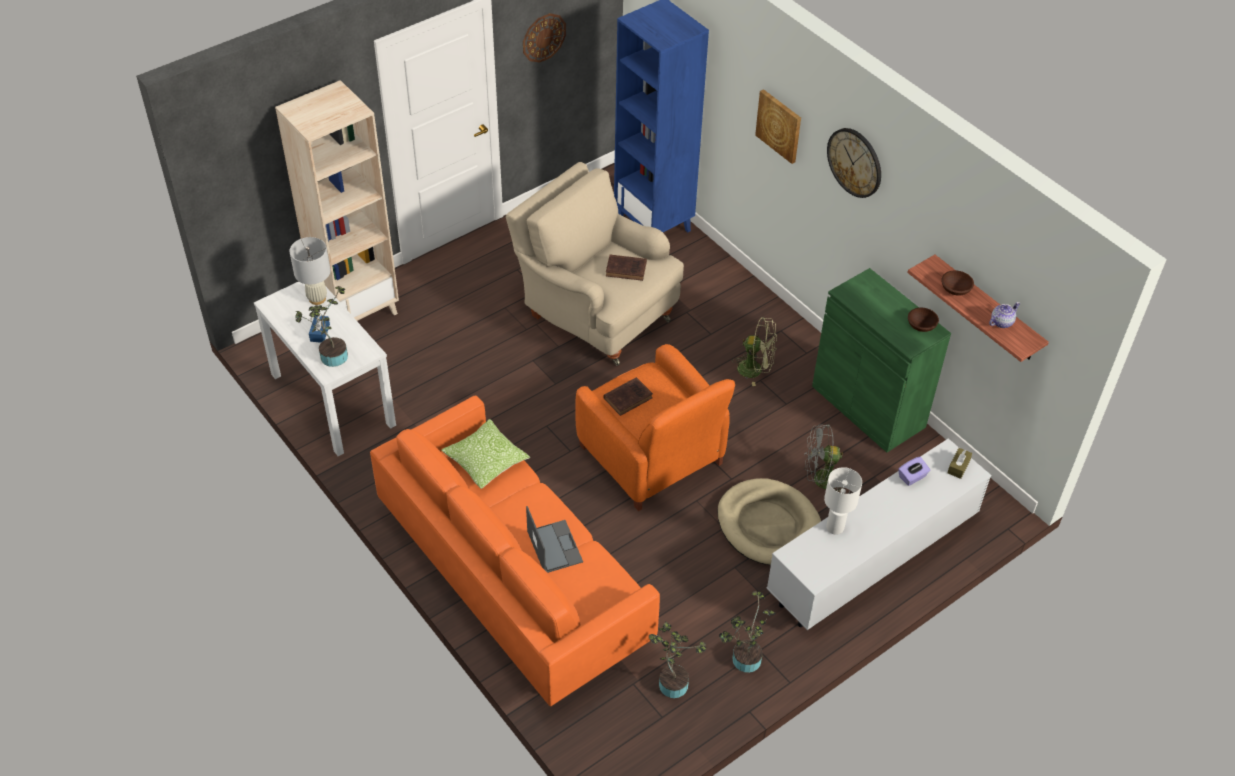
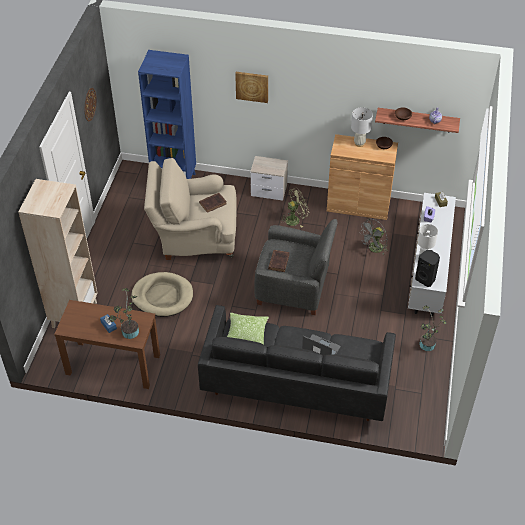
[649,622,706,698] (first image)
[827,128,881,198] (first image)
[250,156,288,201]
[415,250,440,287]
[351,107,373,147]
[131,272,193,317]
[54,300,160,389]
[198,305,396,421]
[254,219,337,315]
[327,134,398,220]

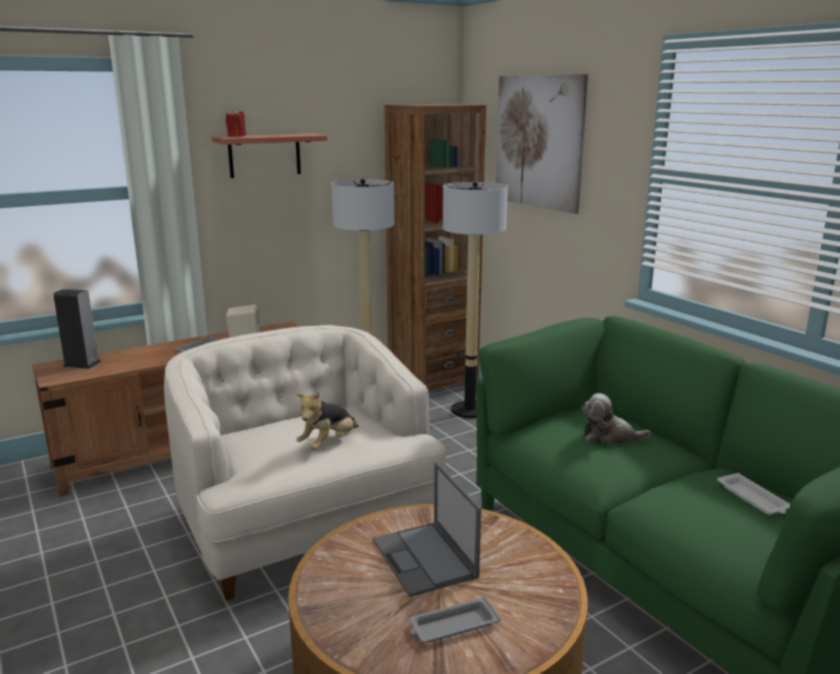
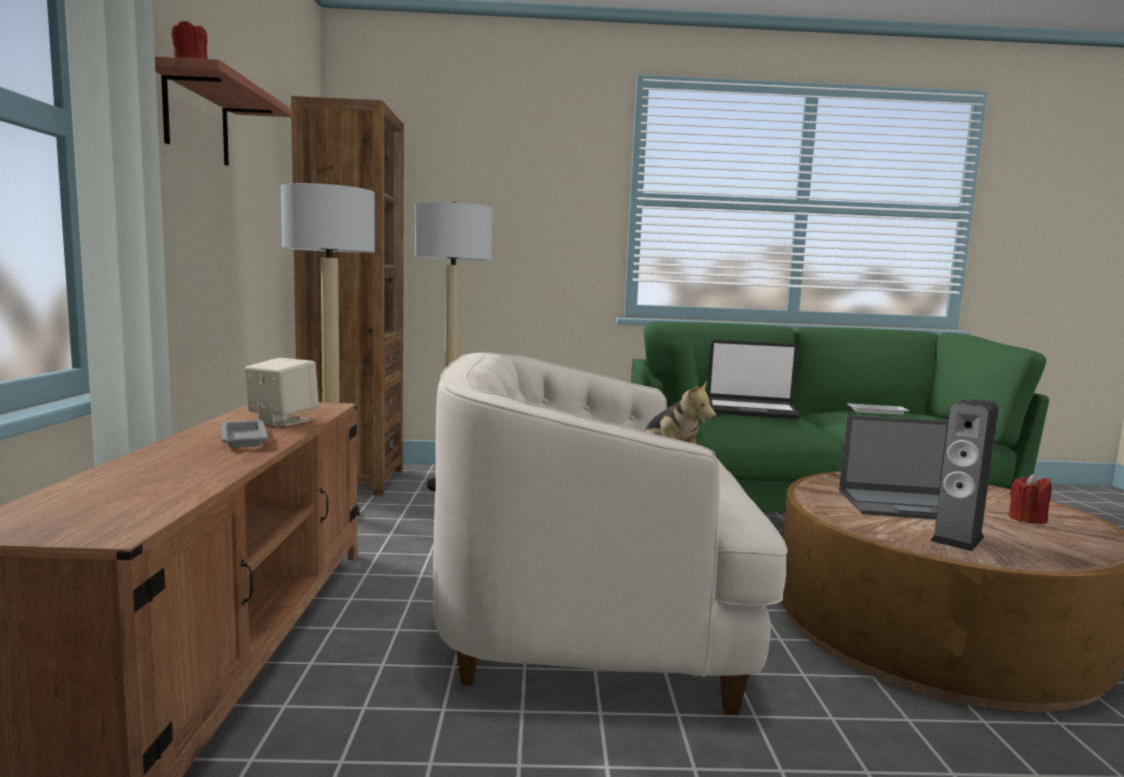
[496,74,588,214] (first image)
[930,399,999,551]
[1009,474,1051,524]
[707,340,801,419]

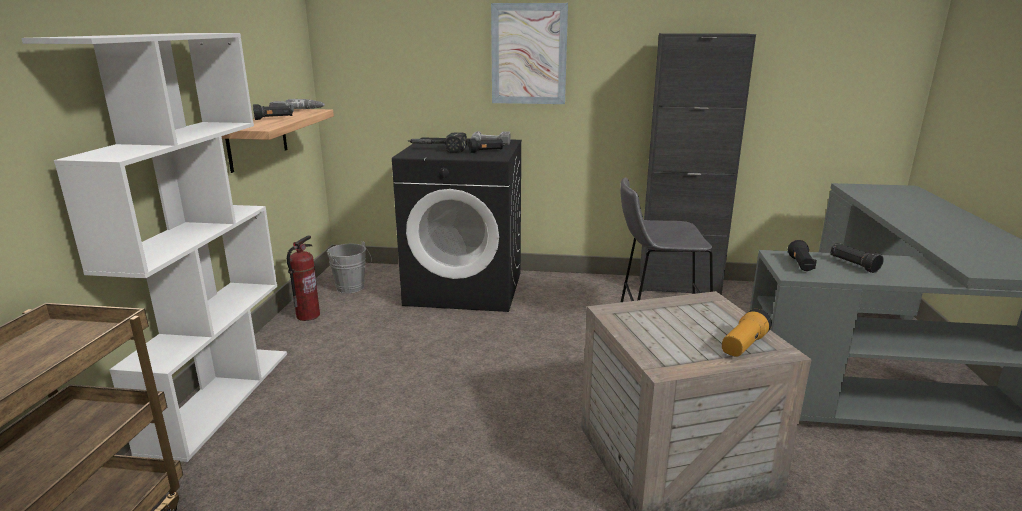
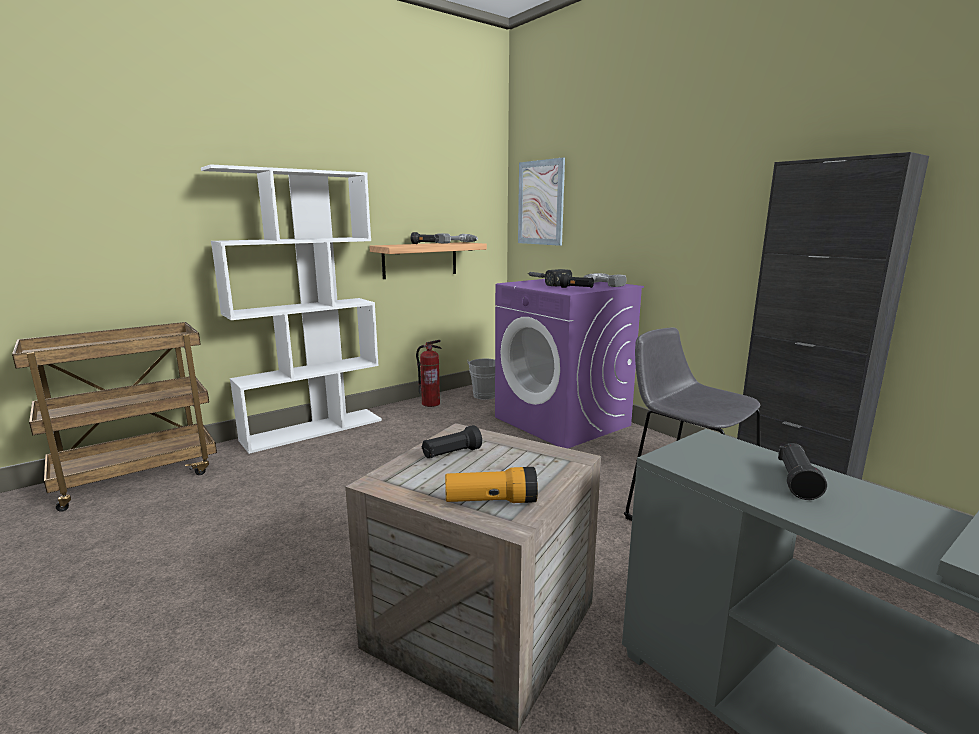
[518,157,565,246]
[422,425,482,458]
[495,279,644,448]

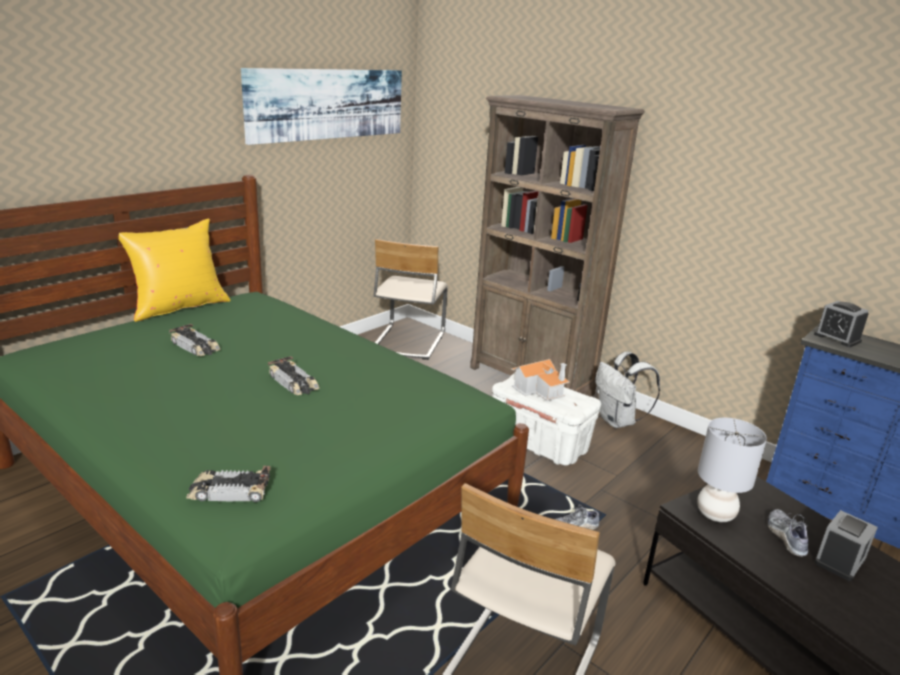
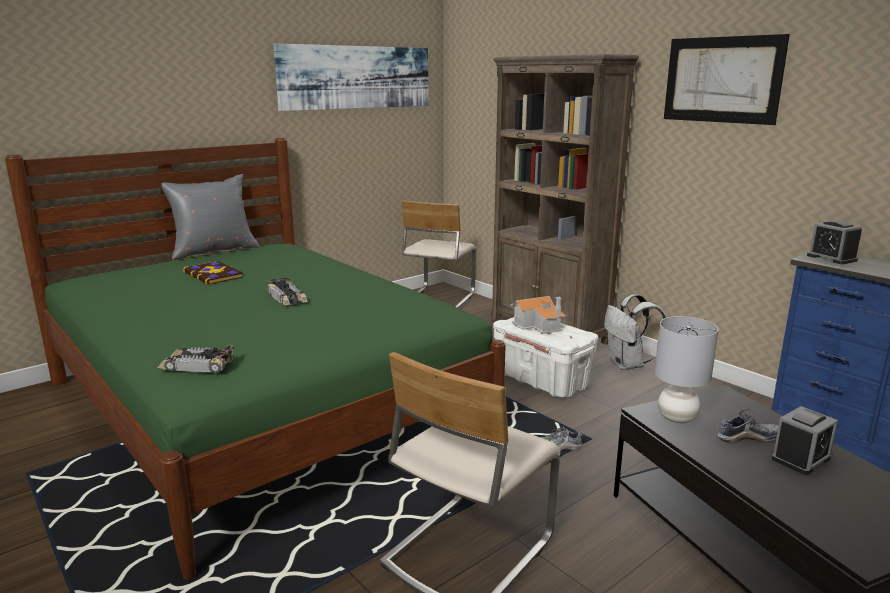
[664,34,790,125]
[183,261,244,285]
[162,174,260,260]
[717,409,778,443]

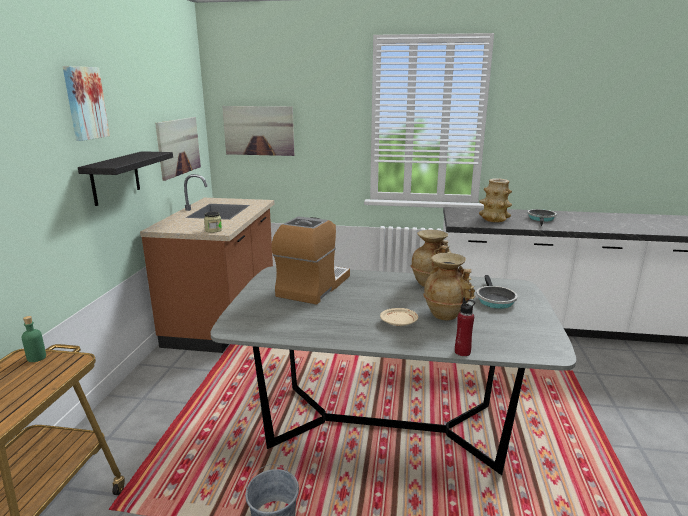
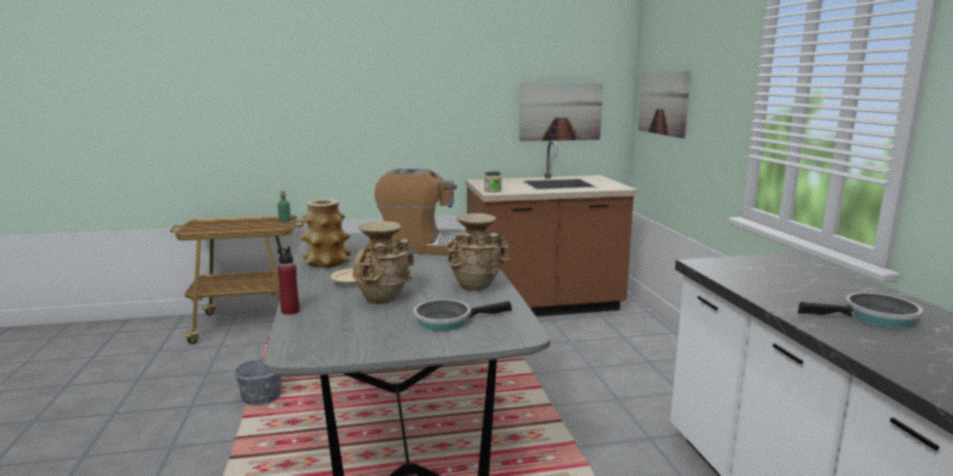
[63,66,110,141] (first image)
[78,151,173,206] (first image)
[299,199,351,268]

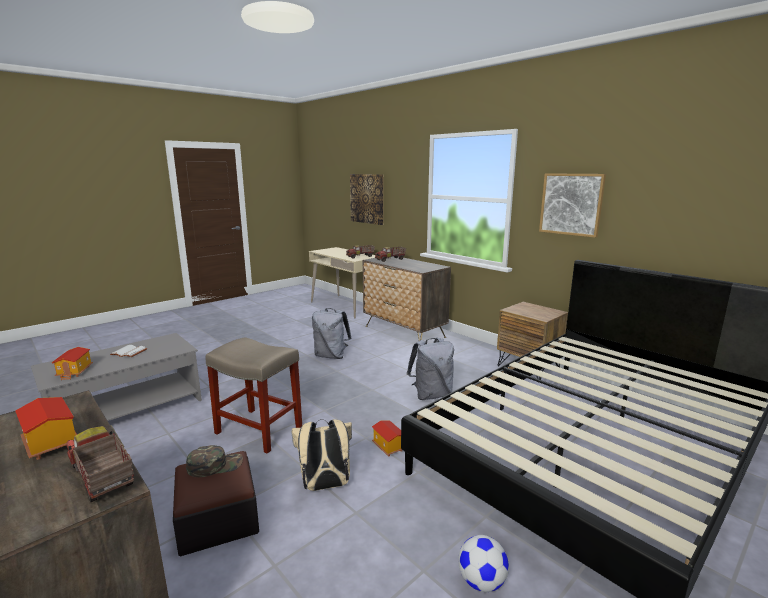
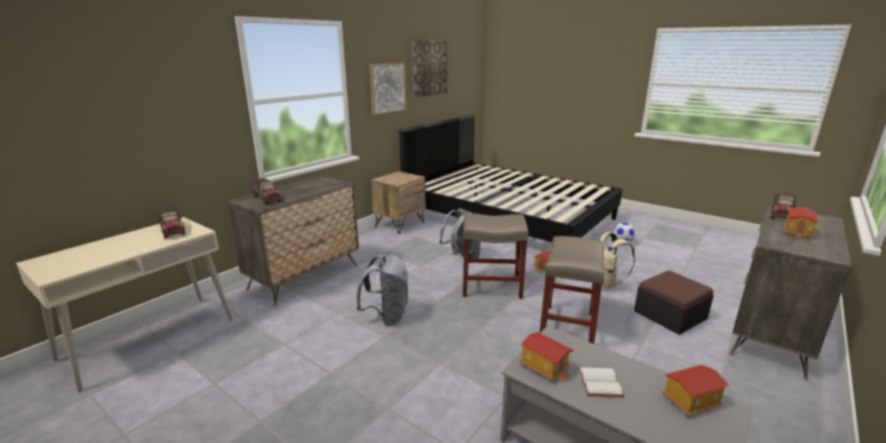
[186,445,243,477] (first image)
[463,213,529,299]
[519,332,573,382]
[412,40,447,97]

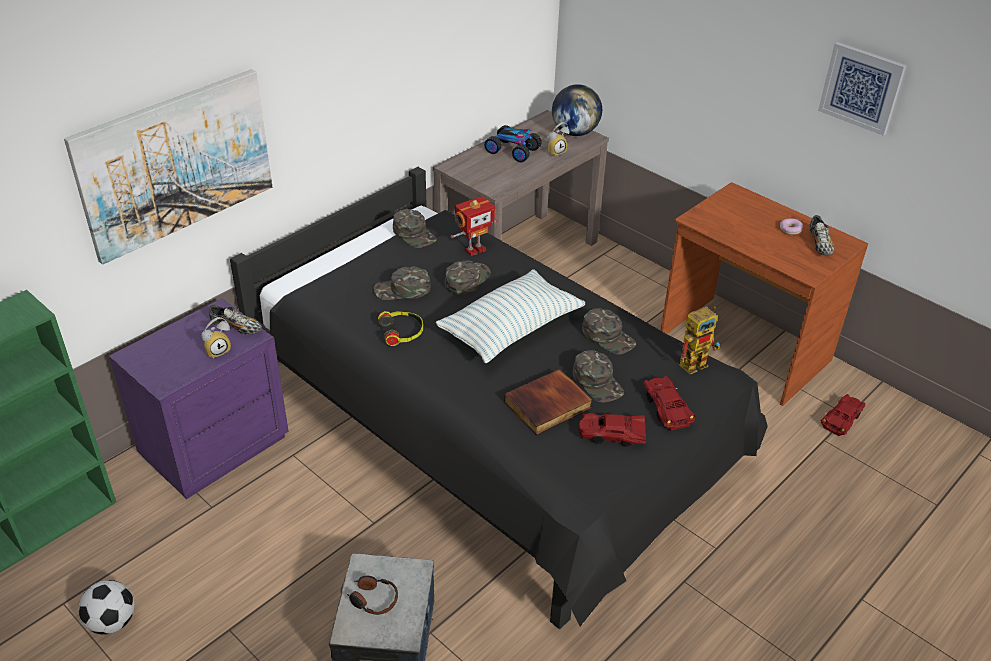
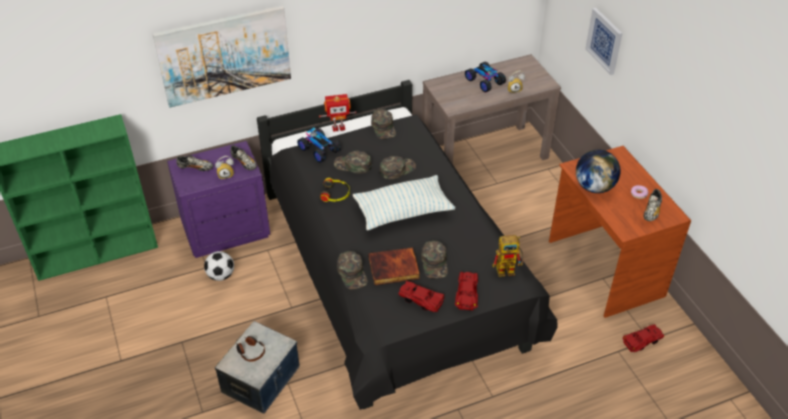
[176,155,213,171]
[297,128,341,163]
[204,251,234,281]
[319,94,357,132]
[576,150,620,193]
[337,251,368,289]
[585,8,623,75]

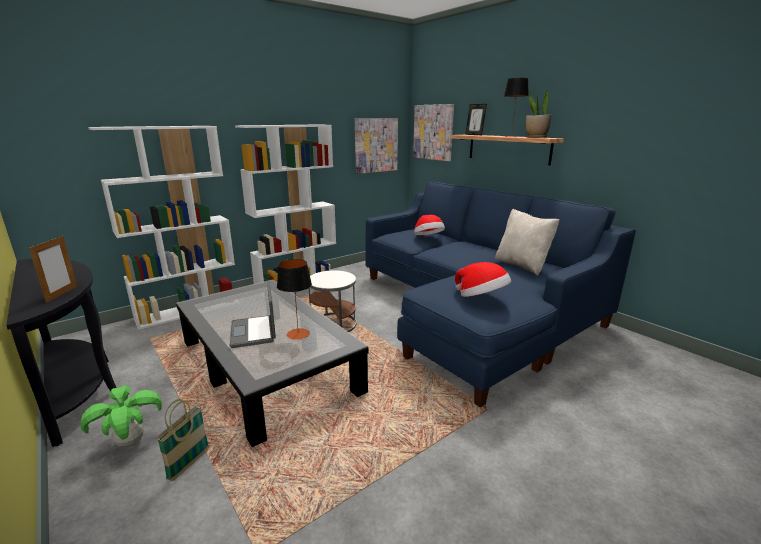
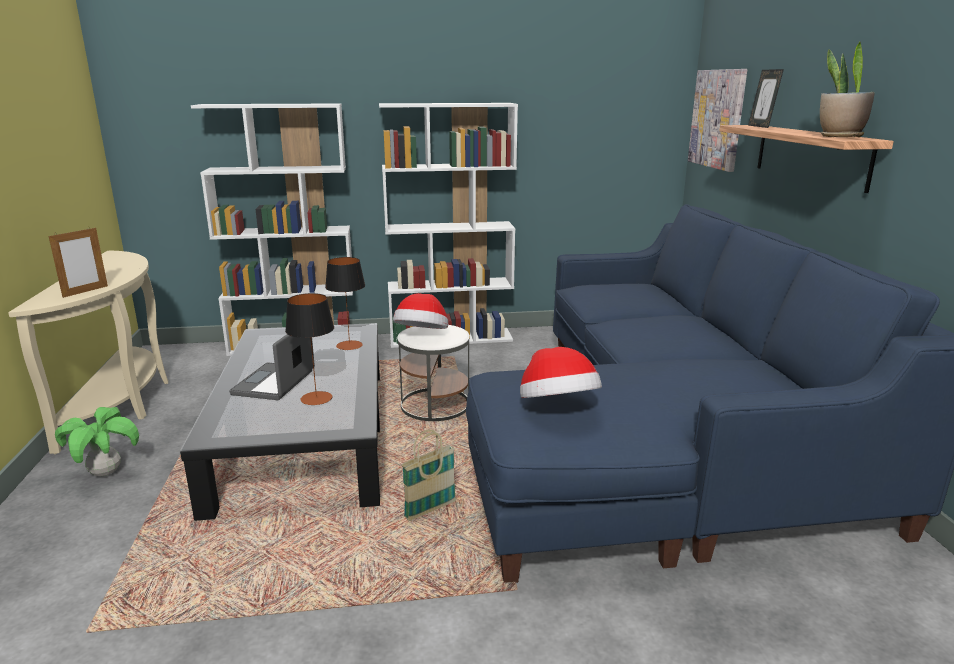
[355,118,398,174] (first image)
[495,209,559,276] (first image)
[401,429,456,521]
[393,293,448,329]
[325,257,365,350]
[8,251,168,454]

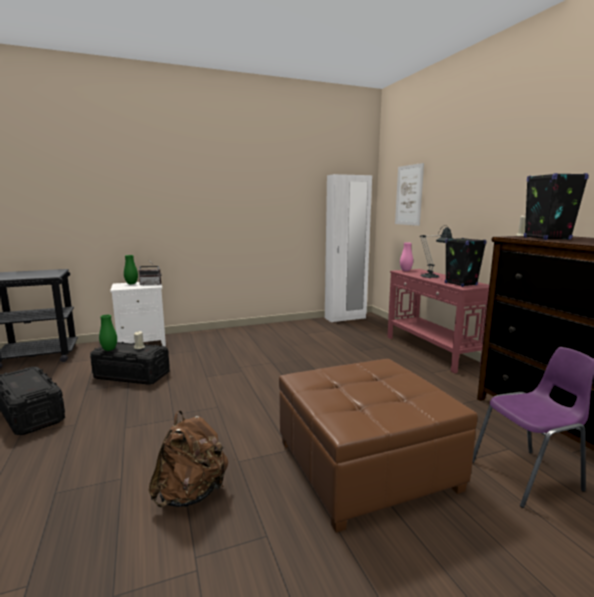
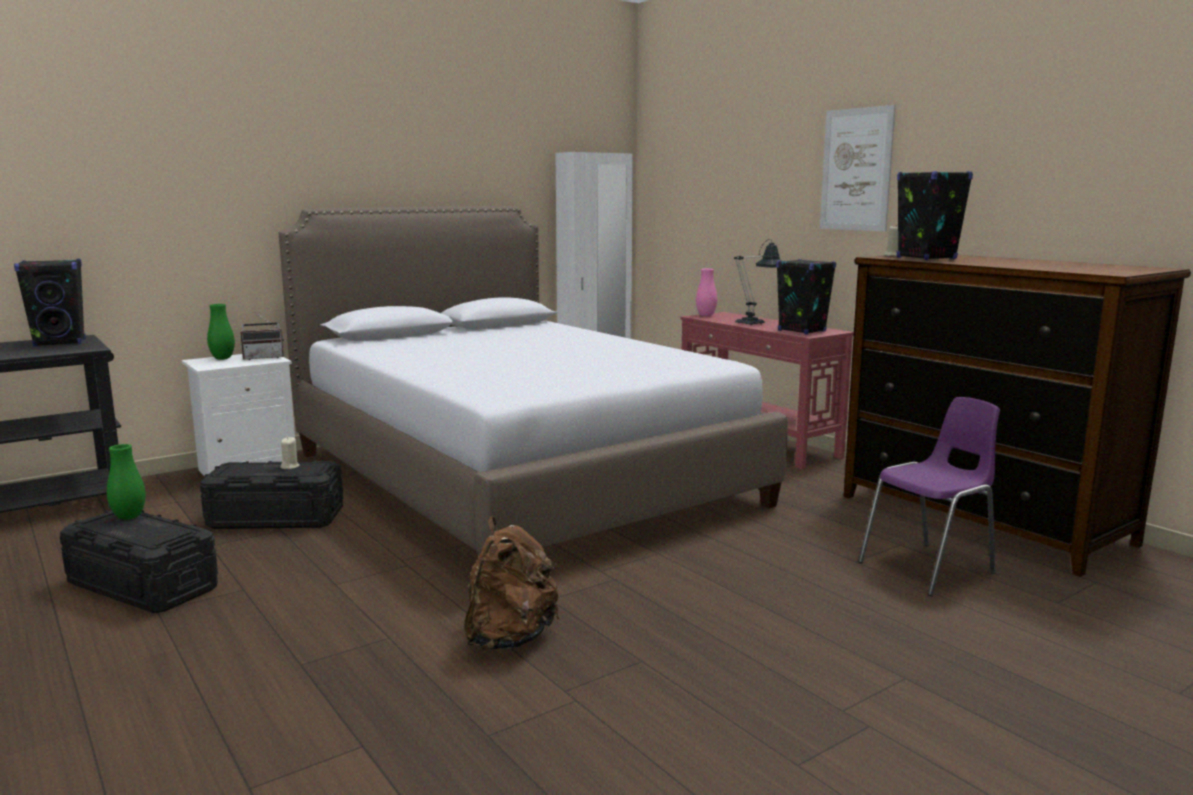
[279,359,478,533] (first image)
[14,259,86,347]
[279,206,788,556]
[107,444,146,520]
[820,105,896,232]

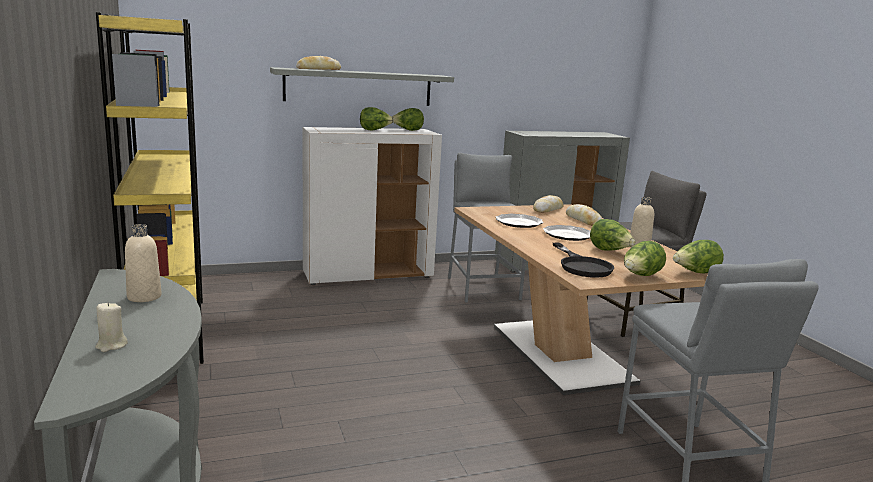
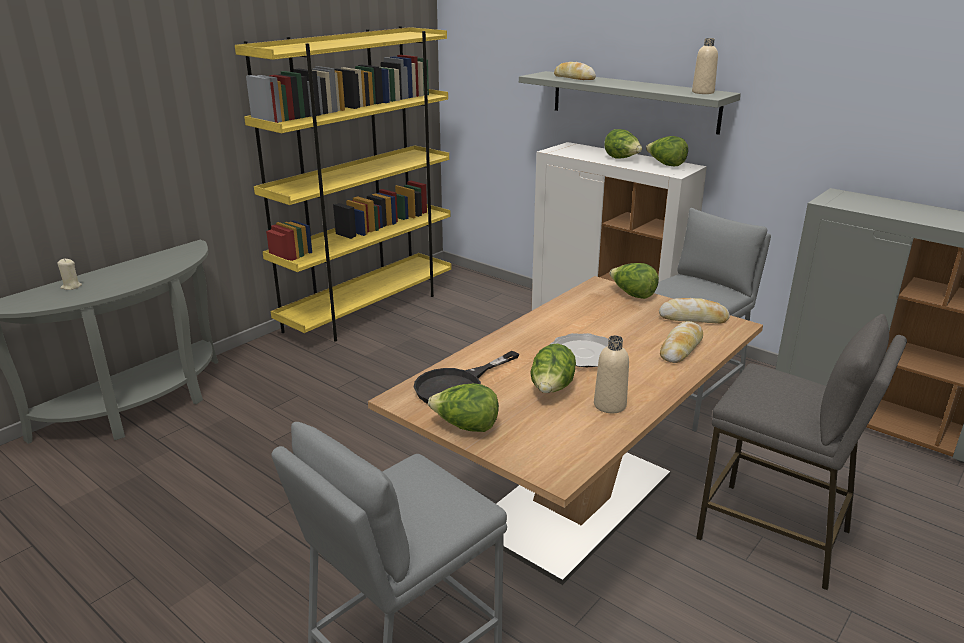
[496,214,544,228] (first image)
[692,38,718,94]
[610,263,659,299]

